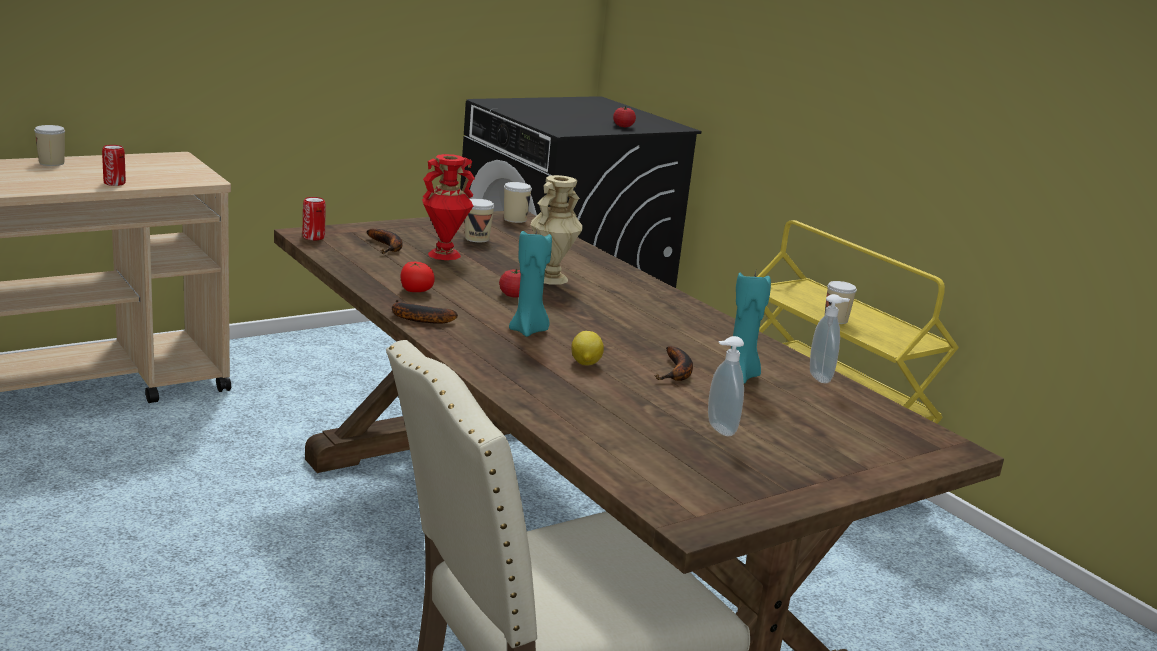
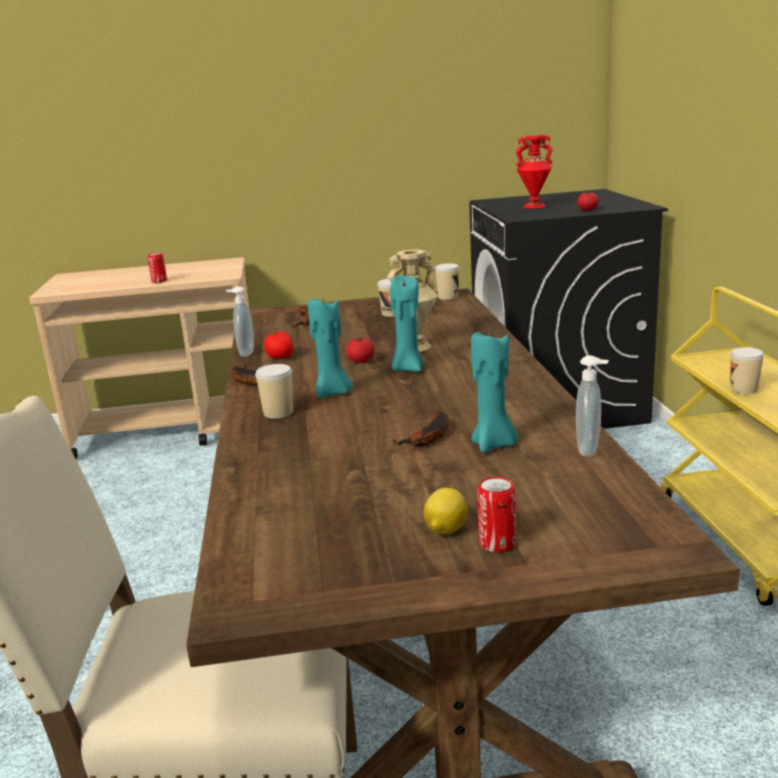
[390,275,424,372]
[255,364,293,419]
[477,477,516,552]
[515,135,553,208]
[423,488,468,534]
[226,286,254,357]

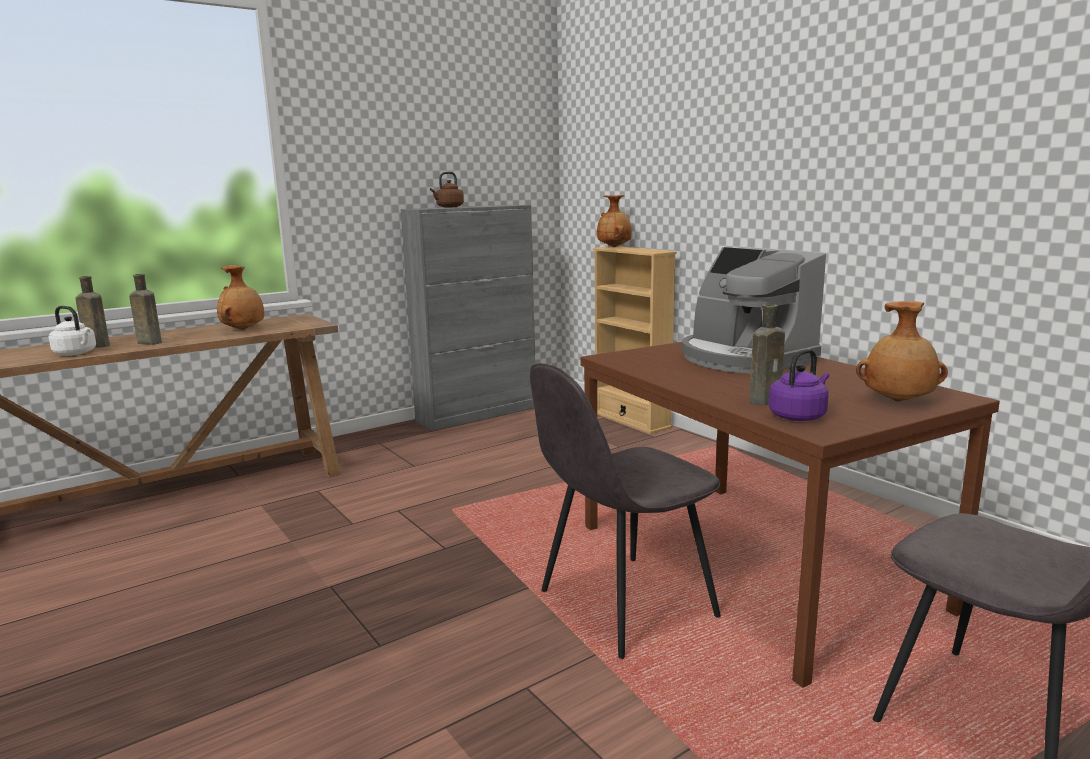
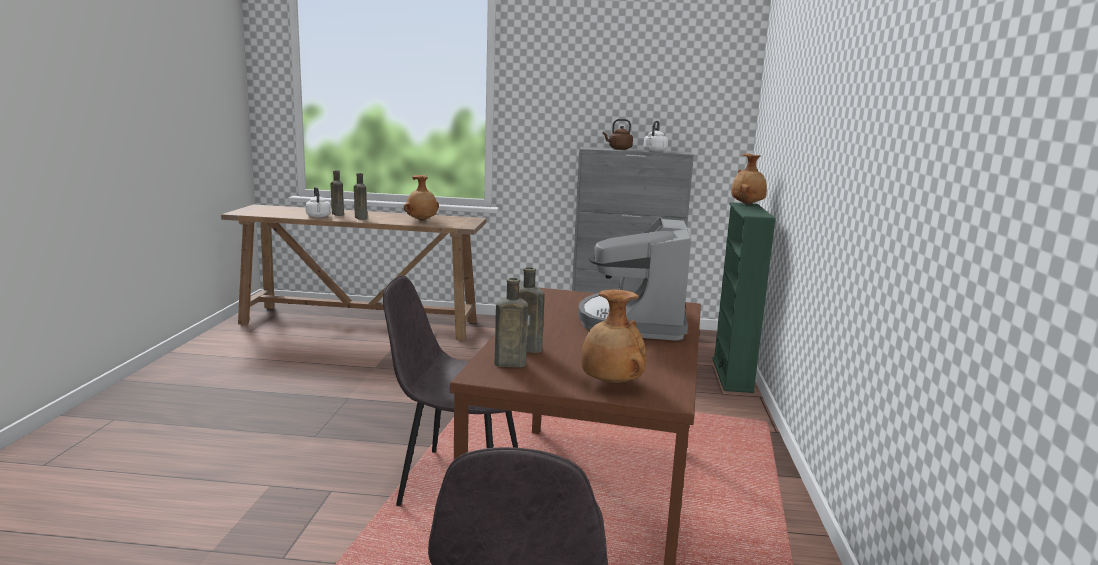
[644,121,668,152]
[494,277,528,368]
[712,202,776,393]

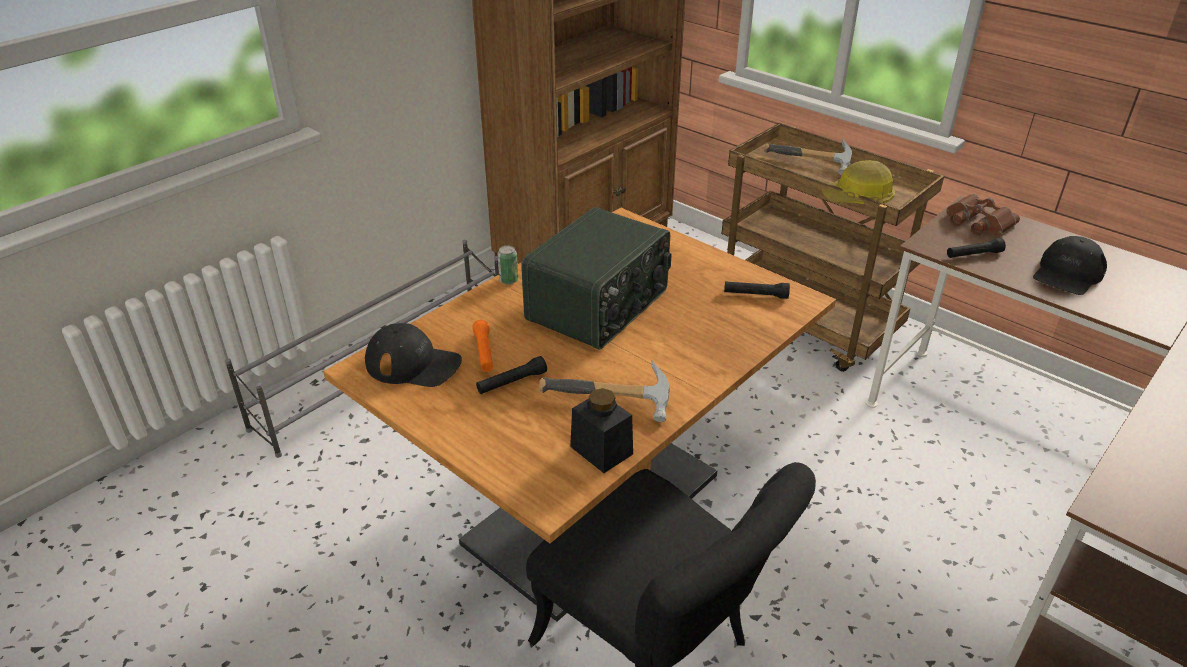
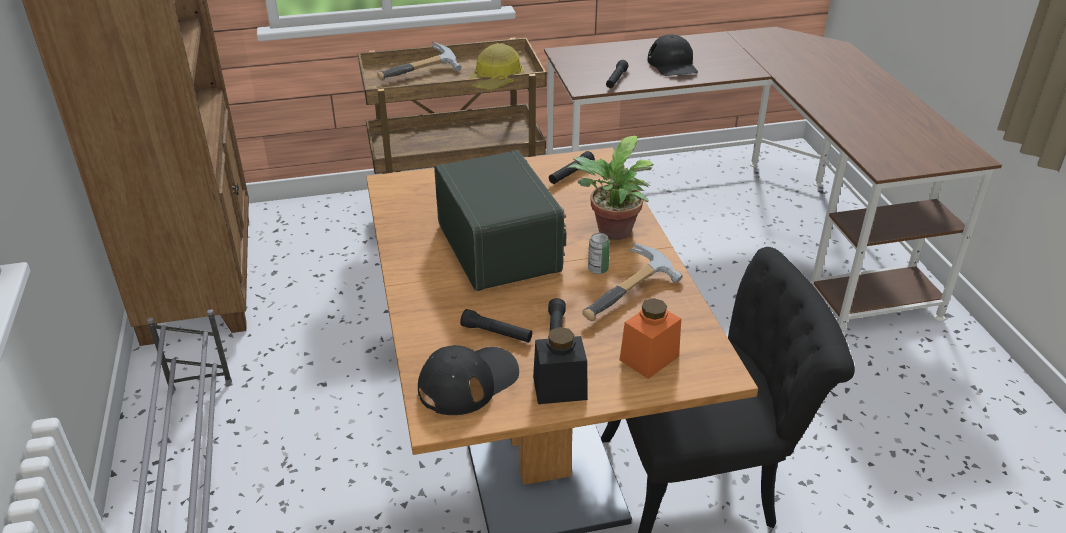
[947,194,1020,236] (first image)
[567,136,653,240]
[620,298,681,379]
[588,233,610,274]
[533,327,588,404]
[460,309,532,343]

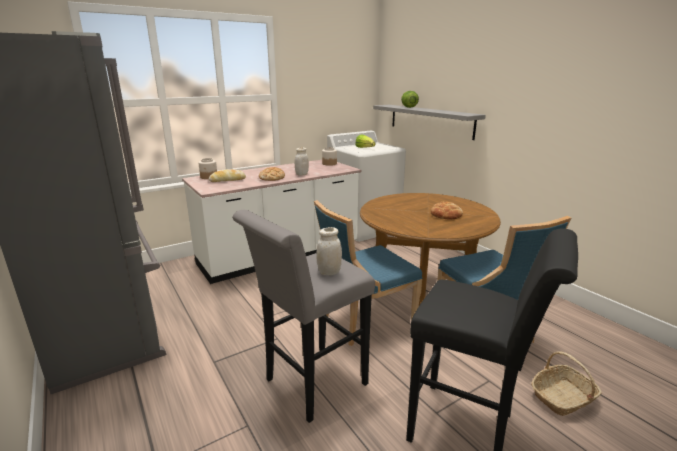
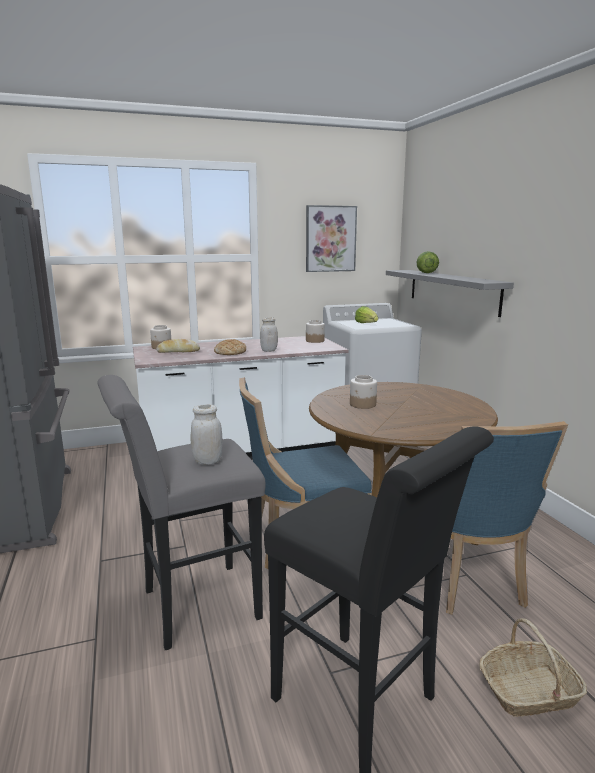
[431,202,463,220] (first image)
[306,205,357,272]
[350,375,377,409]

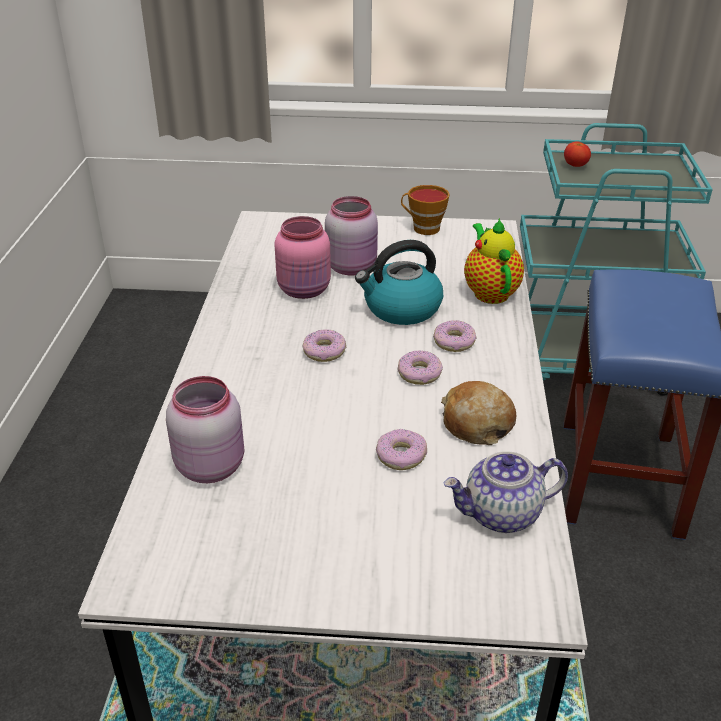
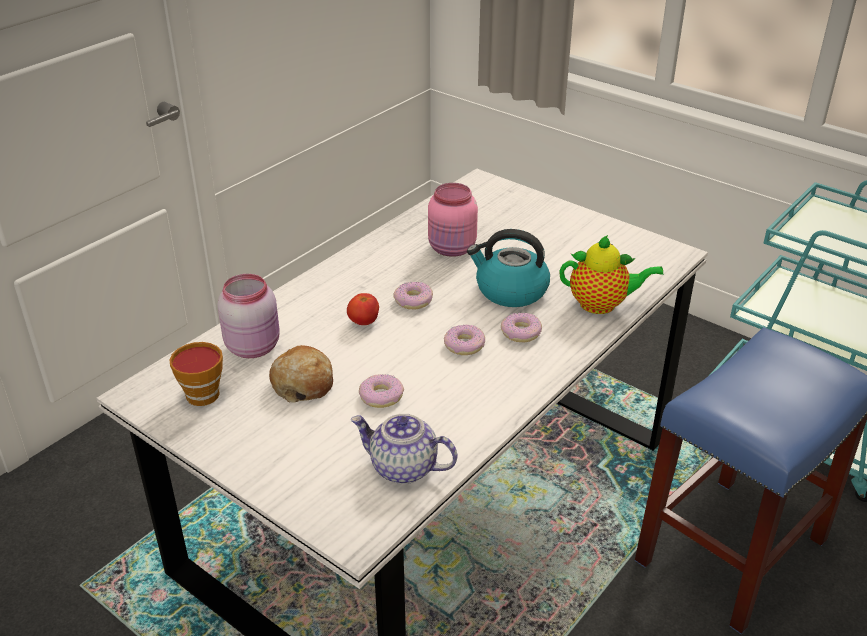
[325,196,378,276] (first image)
[169,342,223,406]
[269,345,333,402]
[347,293,379,325]
[560,235,664,314]

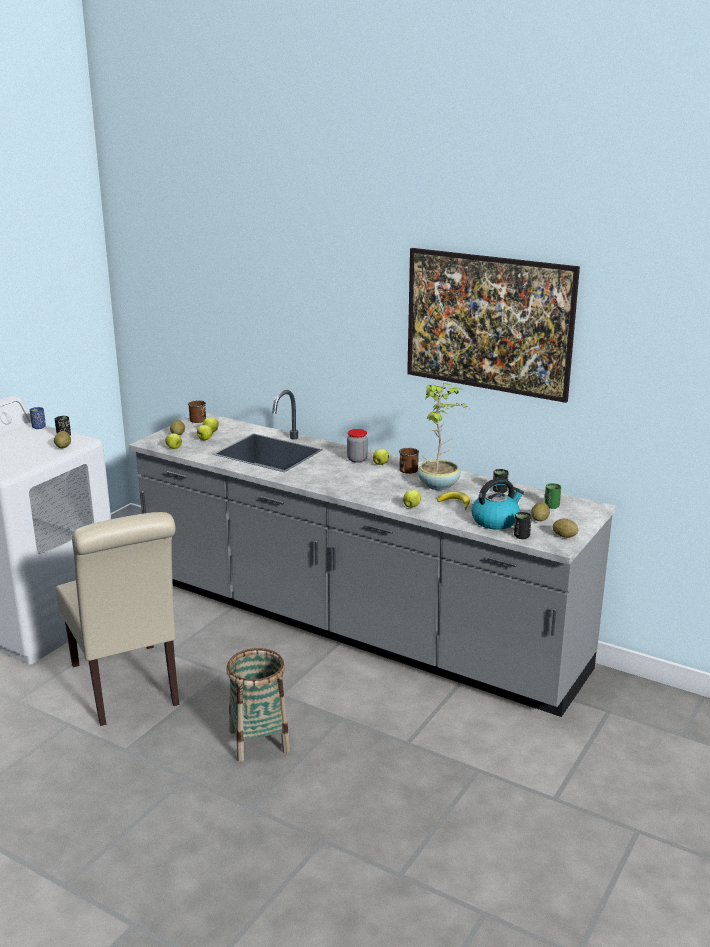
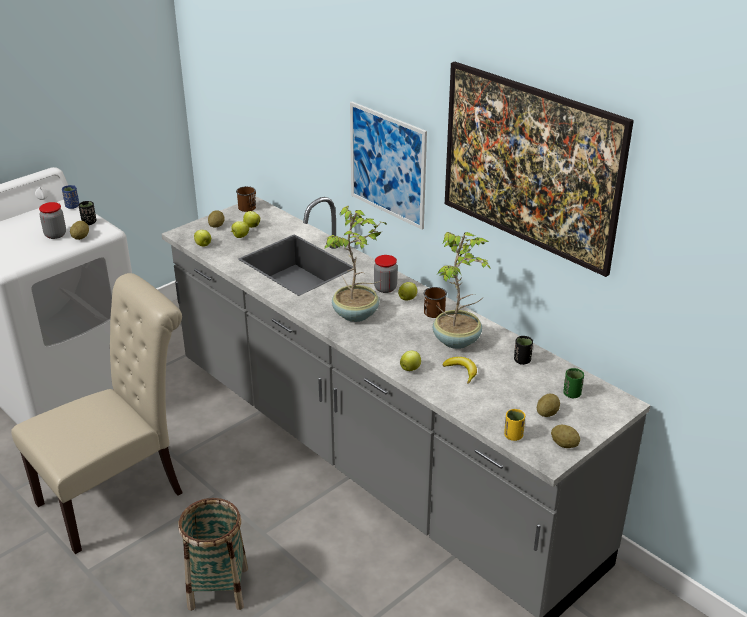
[471,478,524,530] (first image)
[39,202,66,239]
[325,206,387,322]
[350,102,427,230]
[504,409,526,441]
[11,273,182,554]

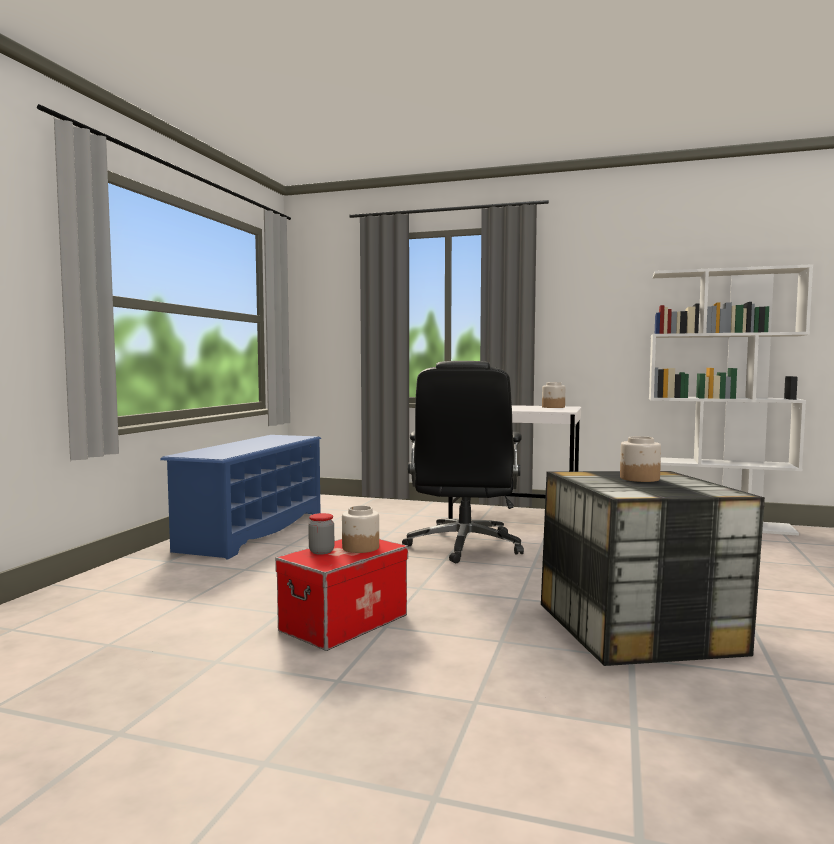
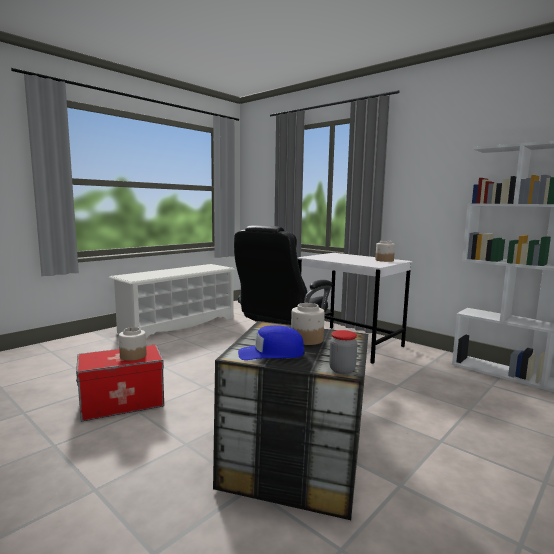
[238,325,305,360]
[329,330,357,374]
[109,264,236,339]

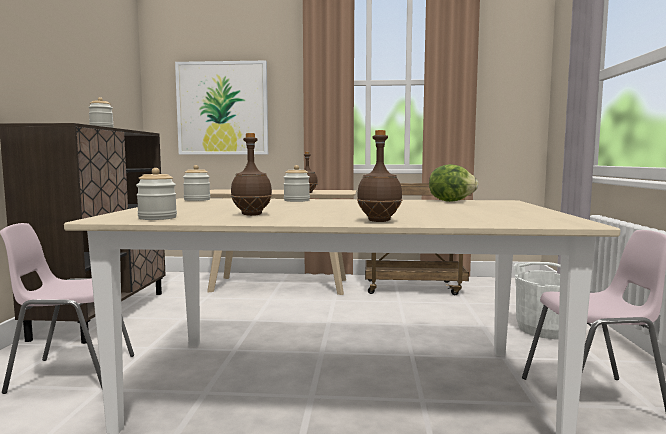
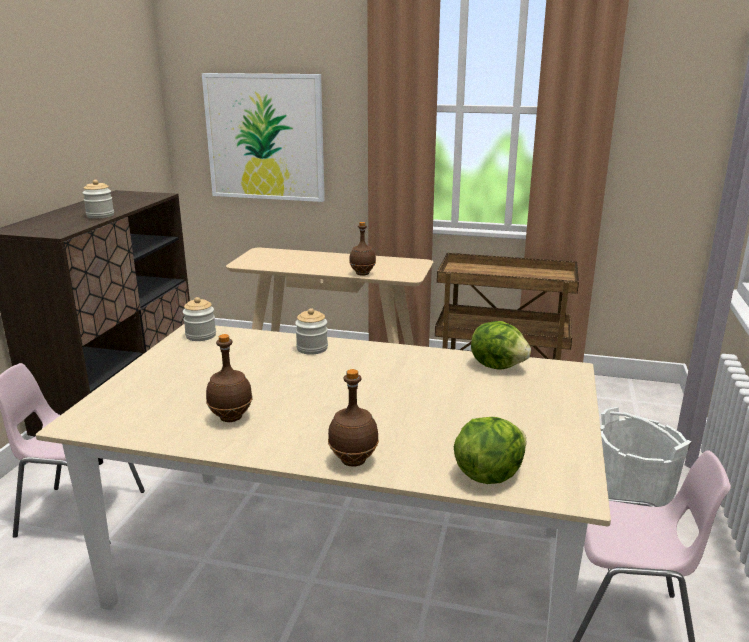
[136,168,177,220] (first image)
[454,417,526,484]

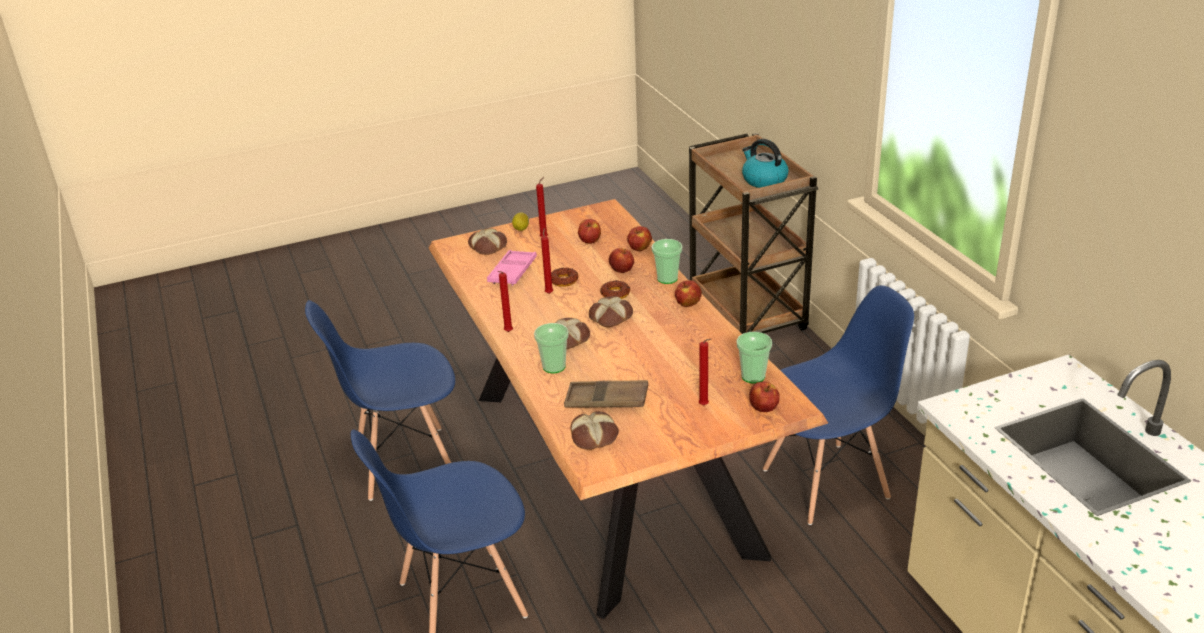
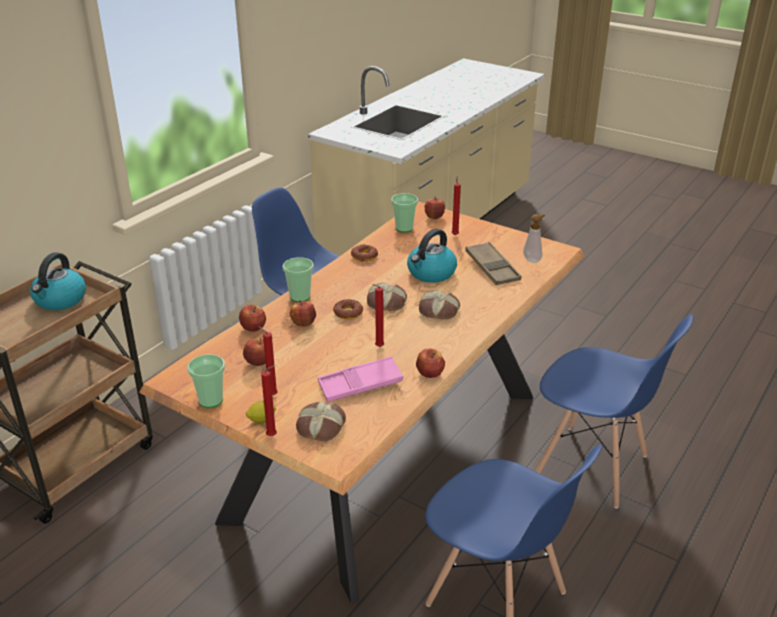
[407,228,457,283]
[261,366,277,436]
[187,354,225,408]
[351,244,378,262]
[416,349,445,378]
[523,214,545,263]

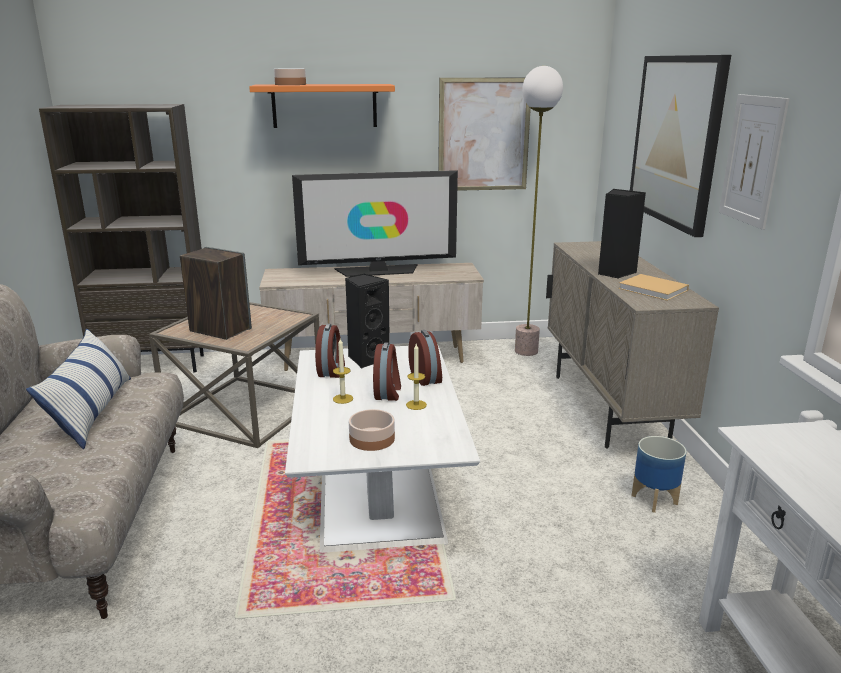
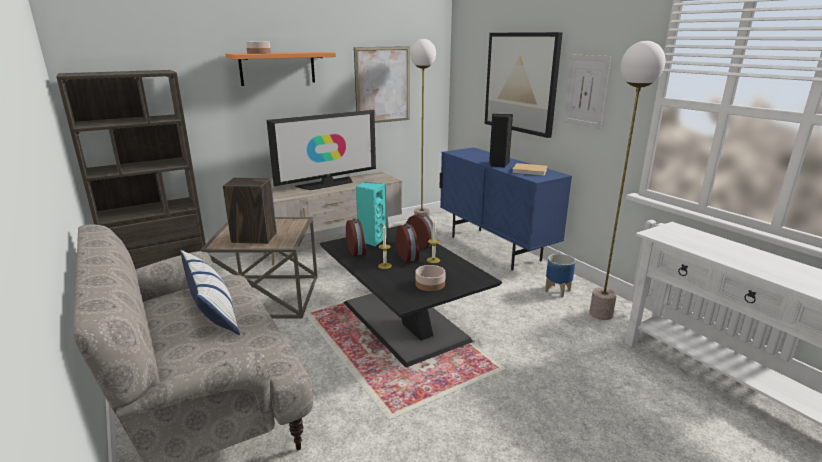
[589,41,666,320]
[320,224,502,367]
[356,182,387,246]
[440,147,572,270]

